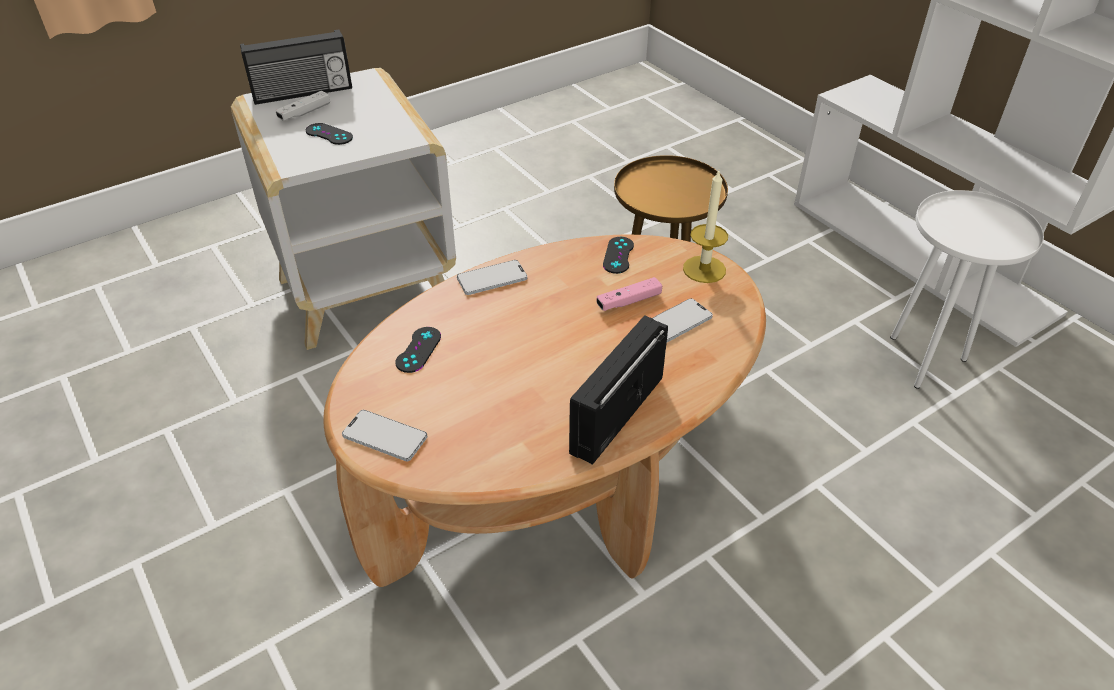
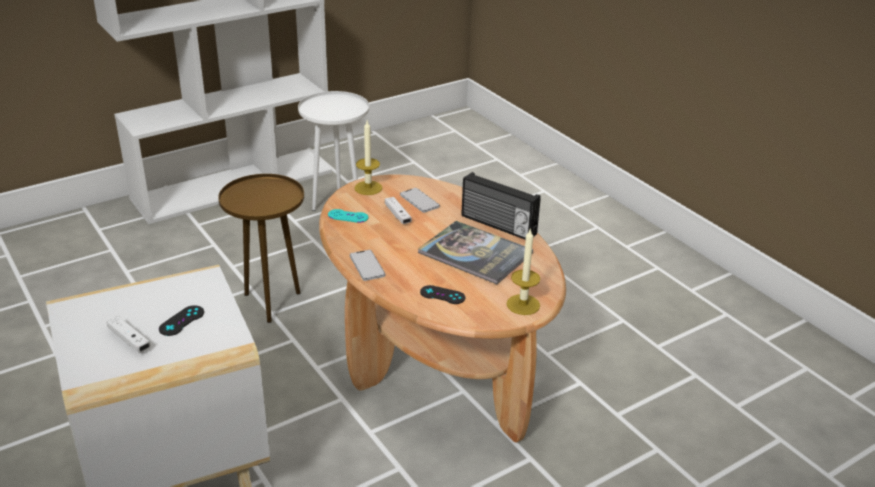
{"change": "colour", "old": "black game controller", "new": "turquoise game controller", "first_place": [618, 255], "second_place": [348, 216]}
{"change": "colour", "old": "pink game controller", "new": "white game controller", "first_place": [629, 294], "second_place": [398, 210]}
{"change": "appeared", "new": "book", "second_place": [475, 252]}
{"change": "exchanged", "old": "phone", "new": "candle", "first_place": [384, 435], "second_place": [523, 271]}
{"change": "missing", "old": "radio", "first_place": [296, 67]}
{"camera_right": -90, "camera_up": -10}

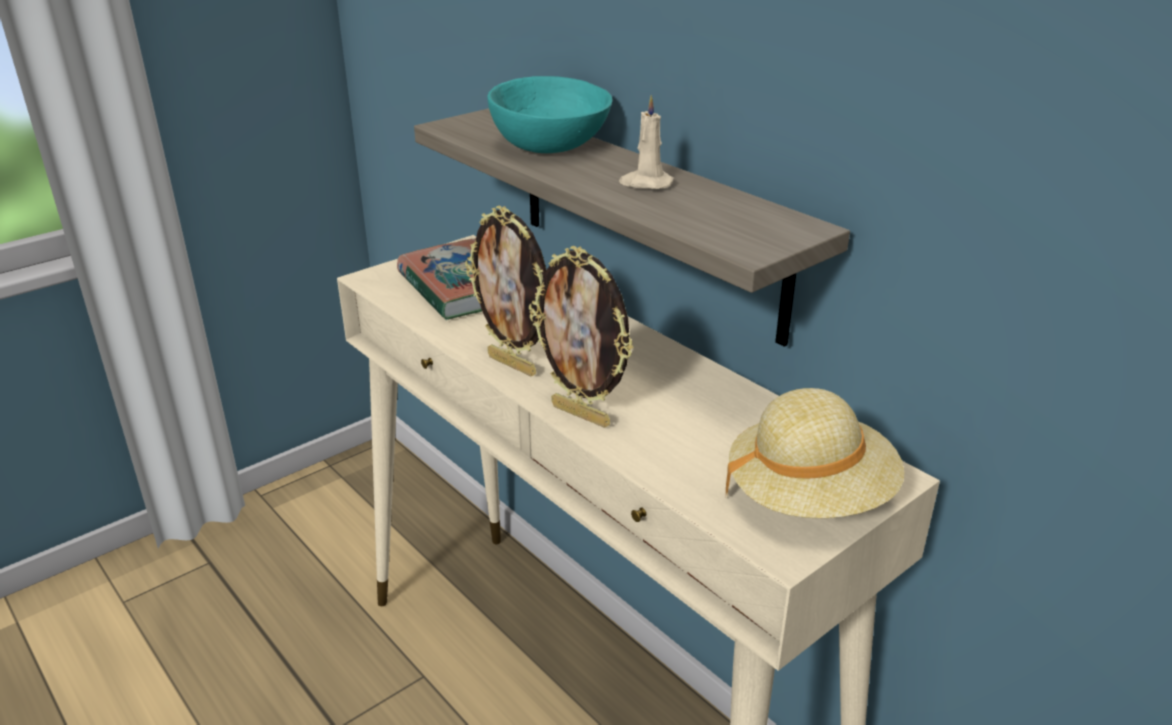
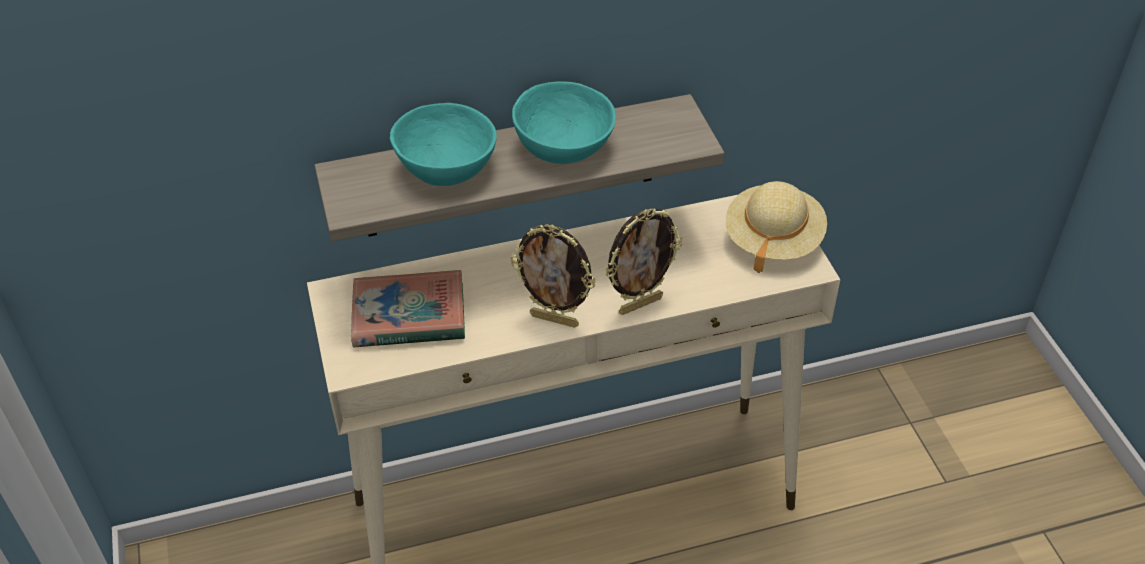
{"change": "spun", "old": "picture frame", "first_place": [505, 291], "second_place": [553, 276], "degrees": 45}
{"change": "exchanged", "old": "beige candle", "new": "turquoise bowl", "first_place": [646, 142], "second_place": [564, 122]}
{"camera_right": -65, "camera_up": 15}

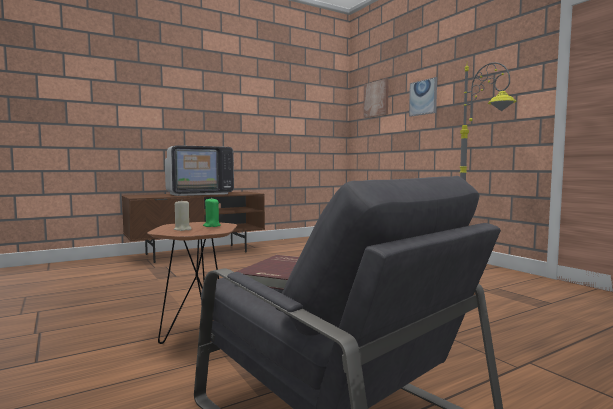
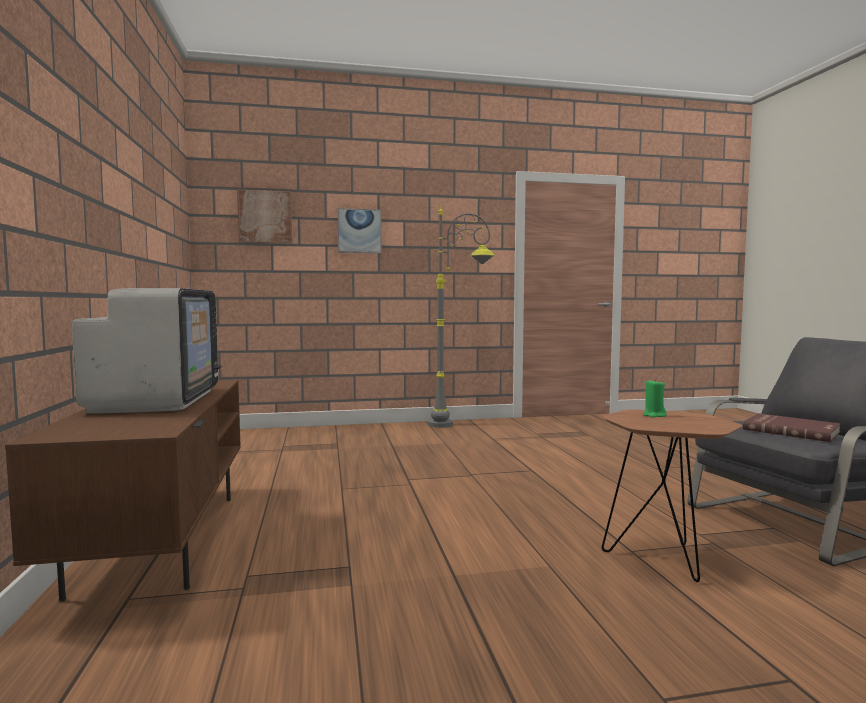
{"change": "missing", "old": "beige candle", "first_place": [183, 216]}
{"camera_right": -70, "camera_up": 0}

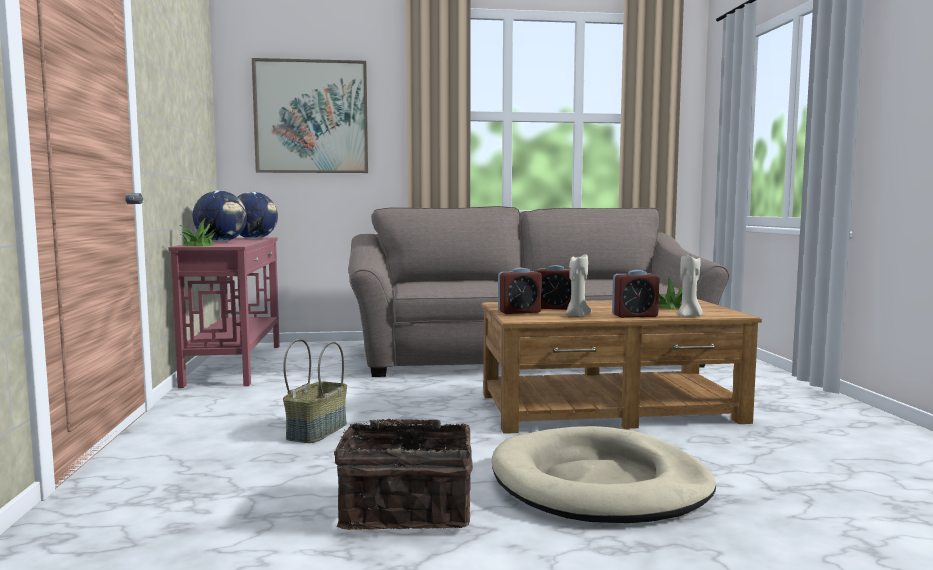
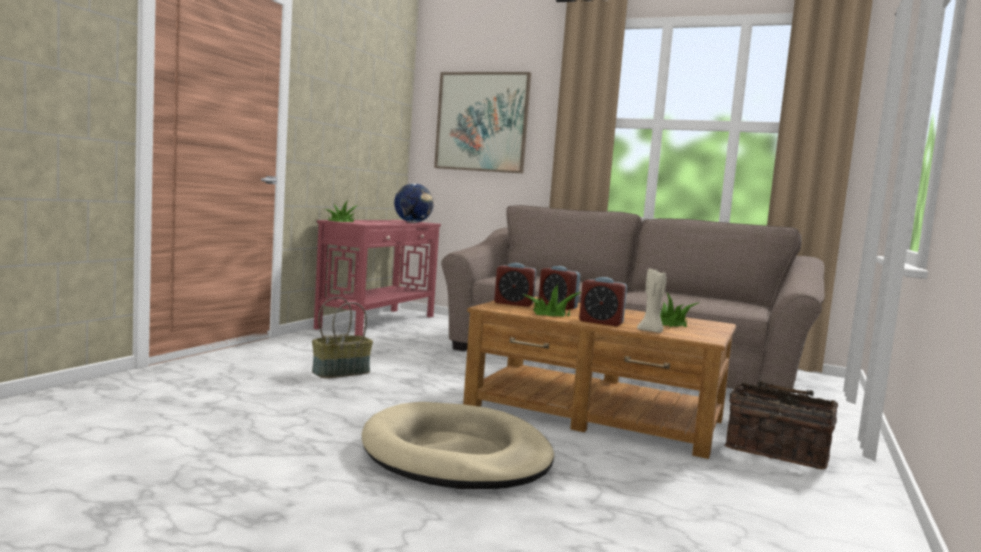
{"change": "exchanged", "old": "beige candle", "new": "potted plant", "first_place": [578, 285], "second_place": [551, 300]}
{"change": "relocated", "old": "basket", "first_place": [403, 474], "second_place": [781, 425]}
{"change": "missing", "old": "globe", "first_place": [220, 216]}
{"camera_right": 30, "camera_up": 0}

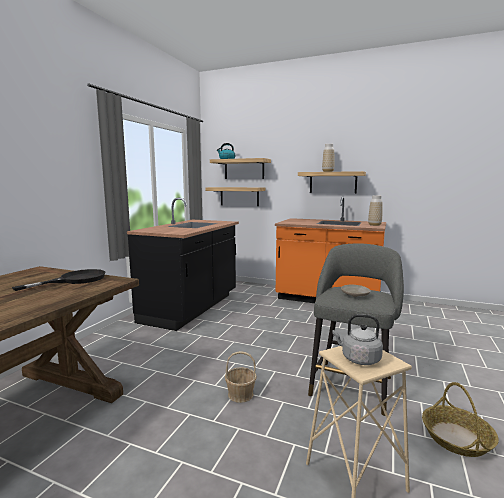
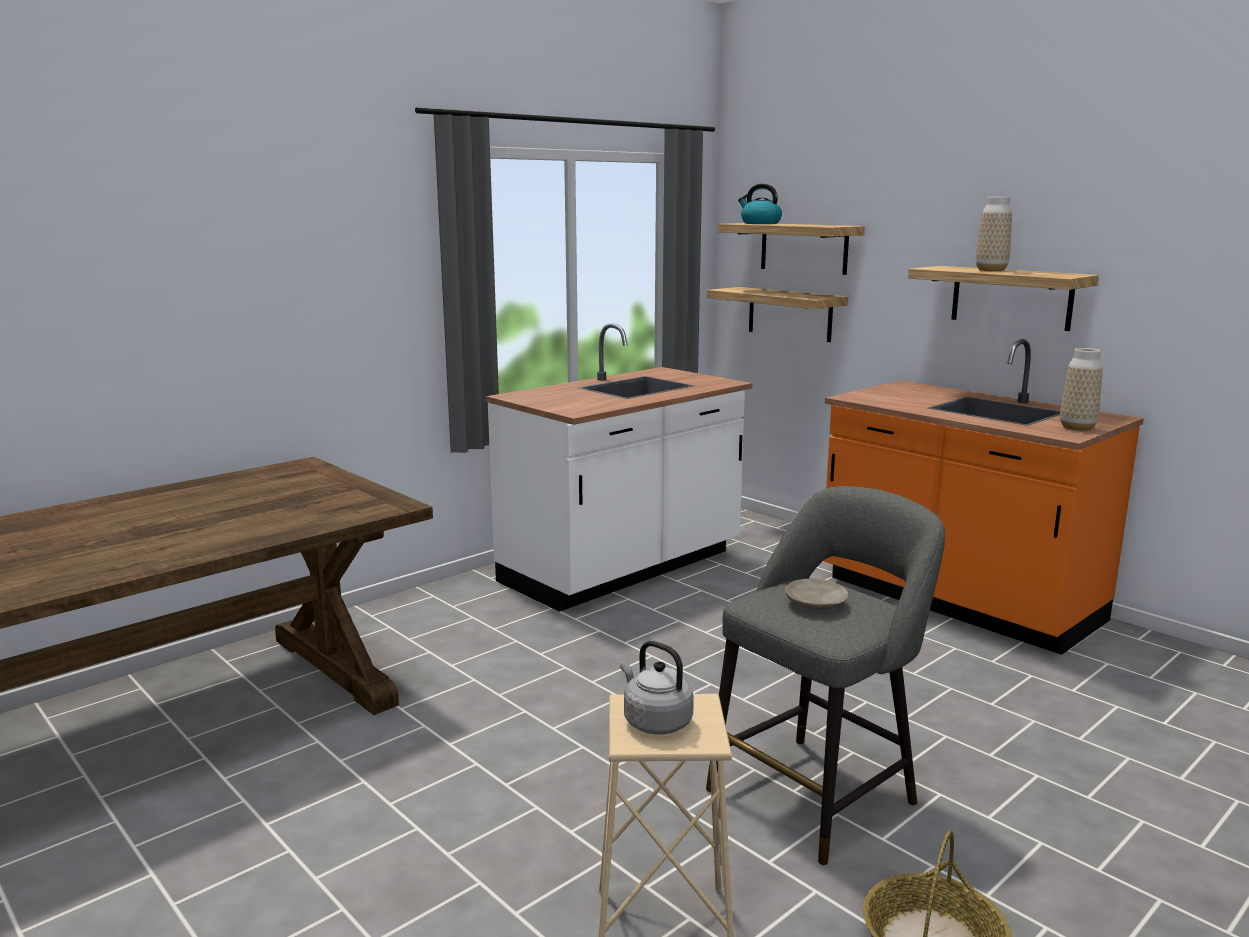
{"change": "colour", "old": "black counter", "new": "white counter", "first_place": [183, 264], "second_place": [619, 467]}
{"change": "missing", "old": "black frying pan", "first_place": [58, 280]}
{"change": "missing", "old": "basket", "first_place": [241, 377]}
{"camera_right": 25, "camera_up": 5}

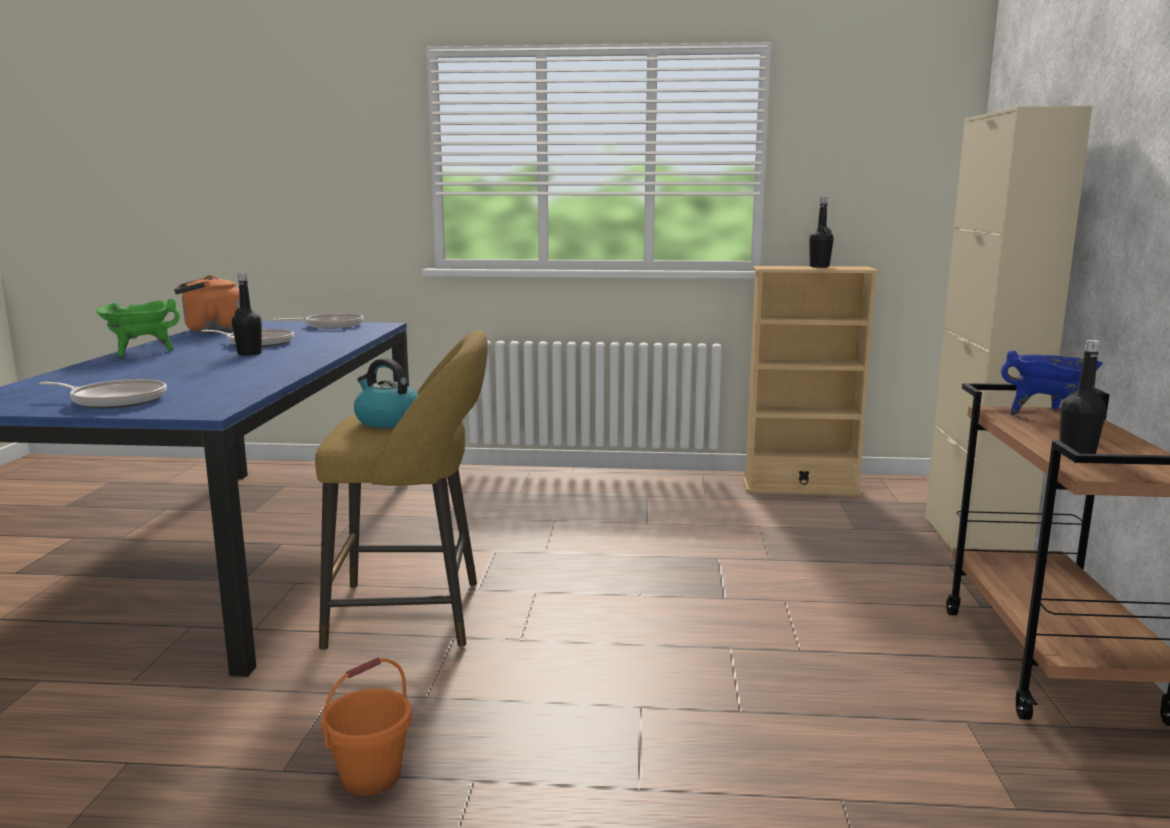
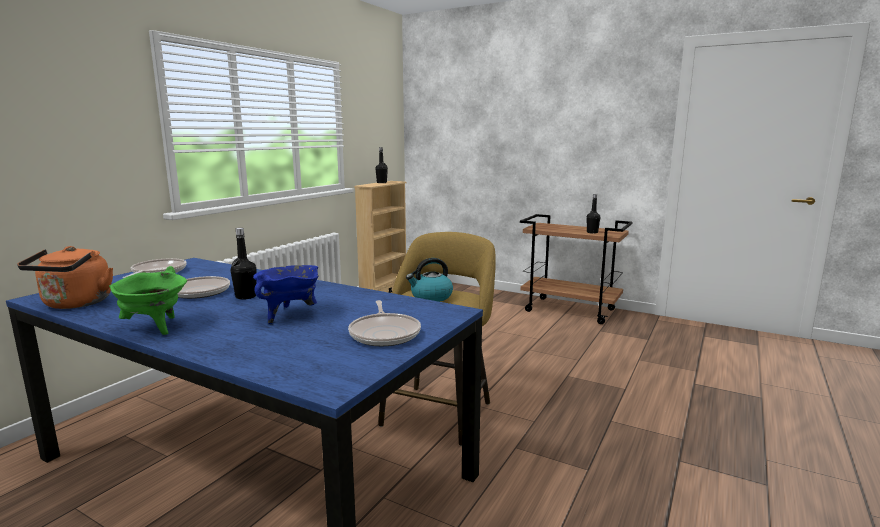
{"change": "relocated", "old": "blue cooking pot", "first_place": [1052, 382], "second_place": [286, 294]}
{"change": "spun", "old": "frying pan", "first_place": [103, 394], "second_place": [384, 323], "degrees": 135}
{"change": "missing", "old": "orange bucket", "first_place": [366, 727]}
{"change": "missing", "old": "beige cabinet", "first_place": [1008, 328]}
{"camera_right": -65, "camera_up": 0}

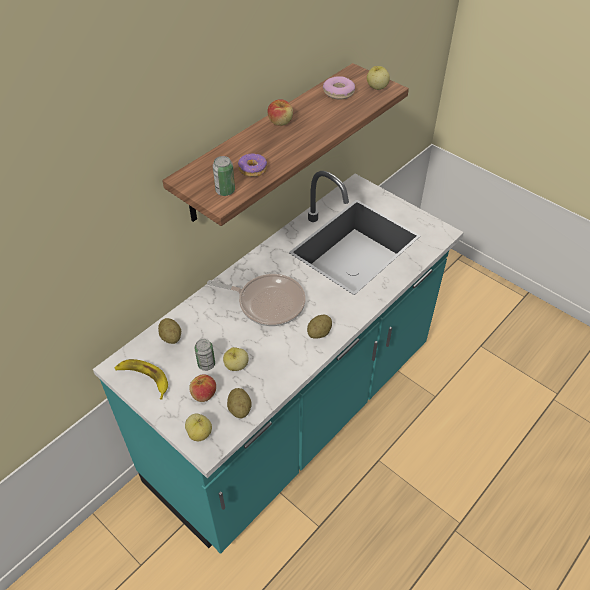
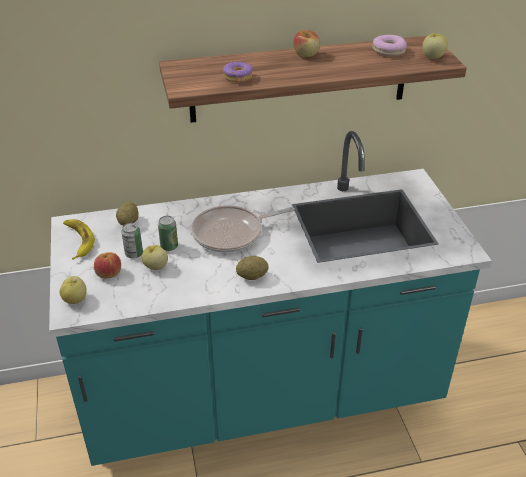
{"change": "relocated", "old": "can", "first_place": [224, 176], "second_place": [168, 233]}
{"change": "spun", "old": "frying pan", "first_place": [256, 300], "second_place": [243, 229], "degrees": 105}
{"change": "missing", "old": "potato", "first_place": [239, 403]}
{"camera_right": 35, "camera_up": -10}

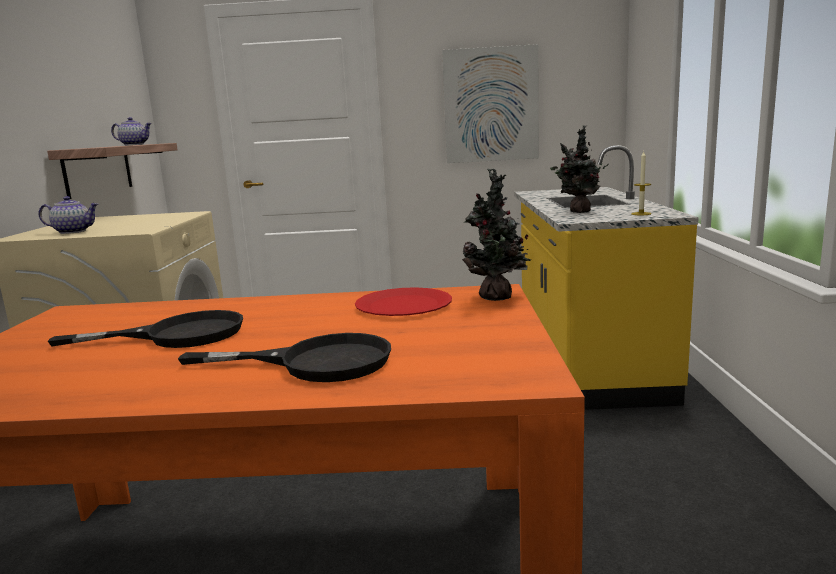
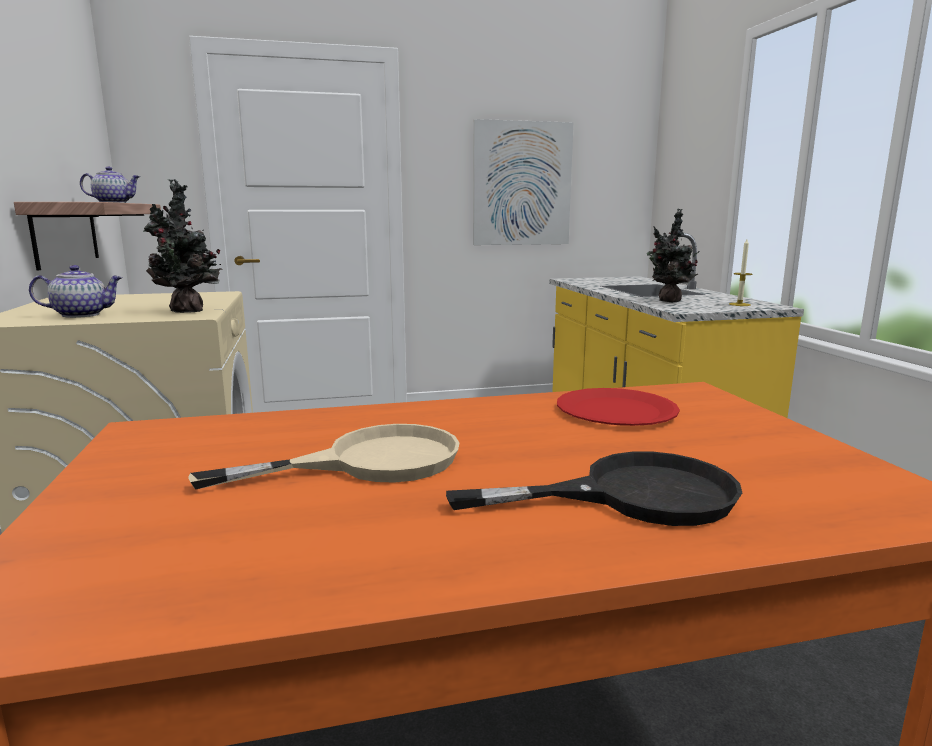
{"change": "relocated", "old": "potted plant", "first_place": [496, 234], "second_place": [182, 246]}
{"change": "colour", "old": "black frying pan", "new": "beige frying pan", "first_place": [145, 329], "second_place": [324, 457]}
{"camera_right": -15, "camera_up": 0}

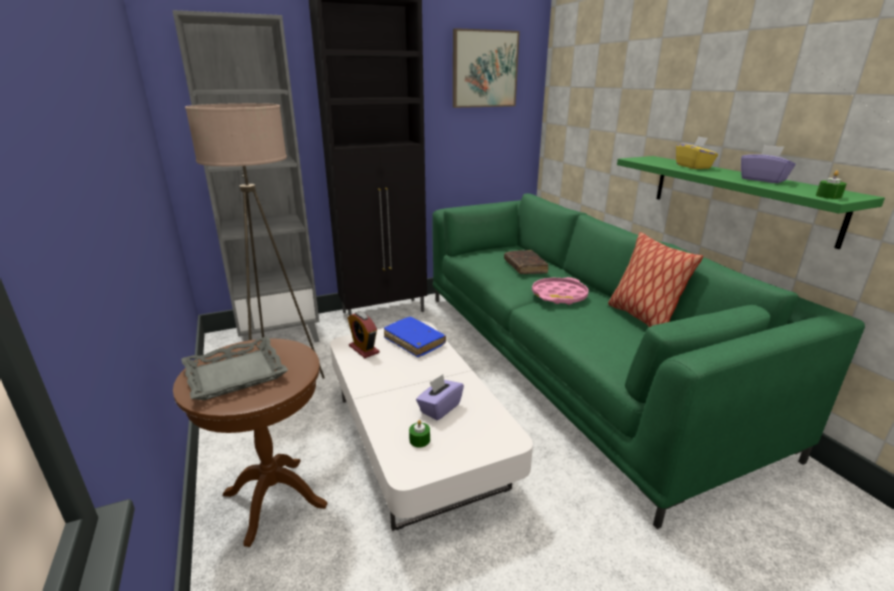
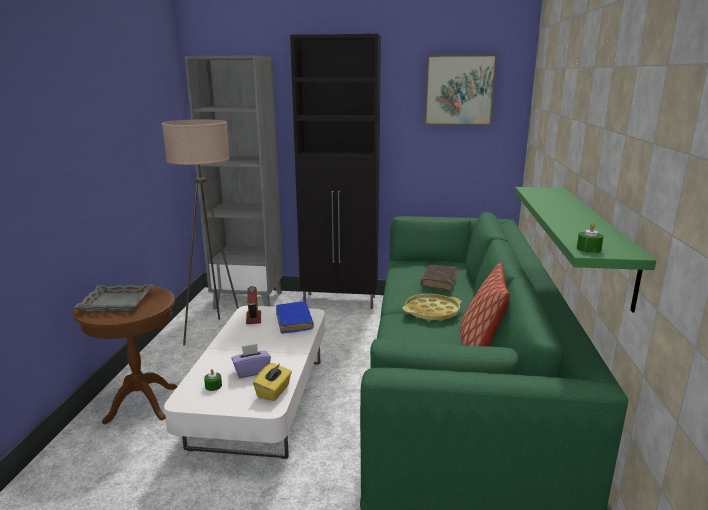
{"change": "relocated", "old": "yellow tissue box", "first_place": [697, 152], "second_place": [272, 381]}
{"change": "colour", "old": "pink tray", "new": "yellow tray", "first_place": [560, 291], "second_place": [432, 307]}
{"change": "missing", "old": "purple tissue box", "first_place": [768, 164]}
{"camera_right": 30, "camera_up": -5}

